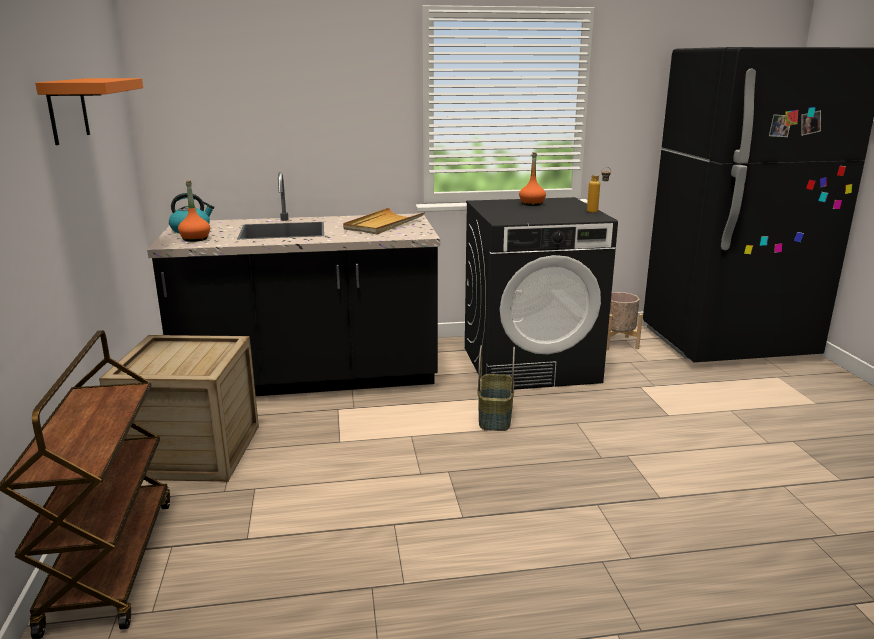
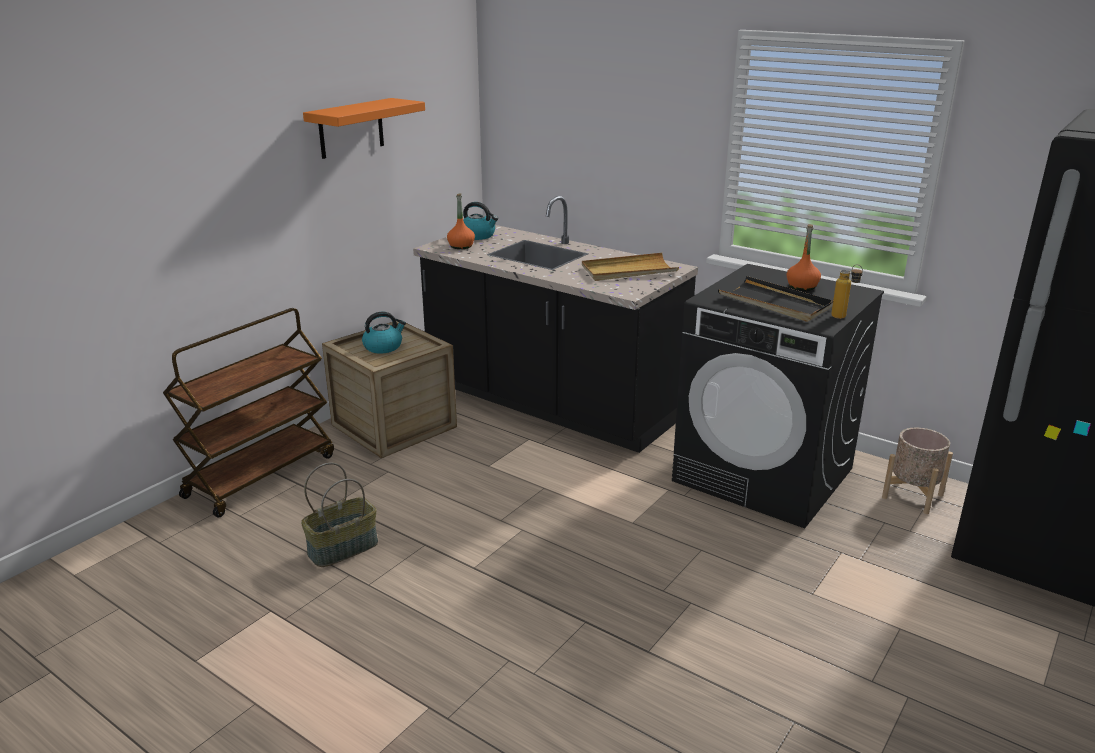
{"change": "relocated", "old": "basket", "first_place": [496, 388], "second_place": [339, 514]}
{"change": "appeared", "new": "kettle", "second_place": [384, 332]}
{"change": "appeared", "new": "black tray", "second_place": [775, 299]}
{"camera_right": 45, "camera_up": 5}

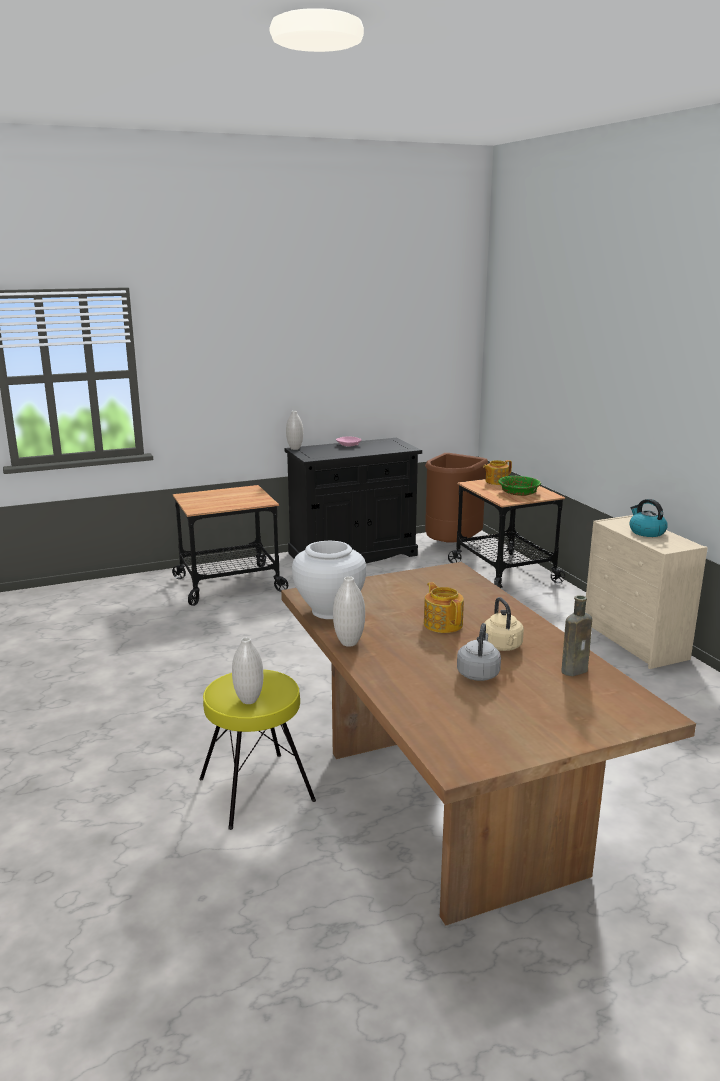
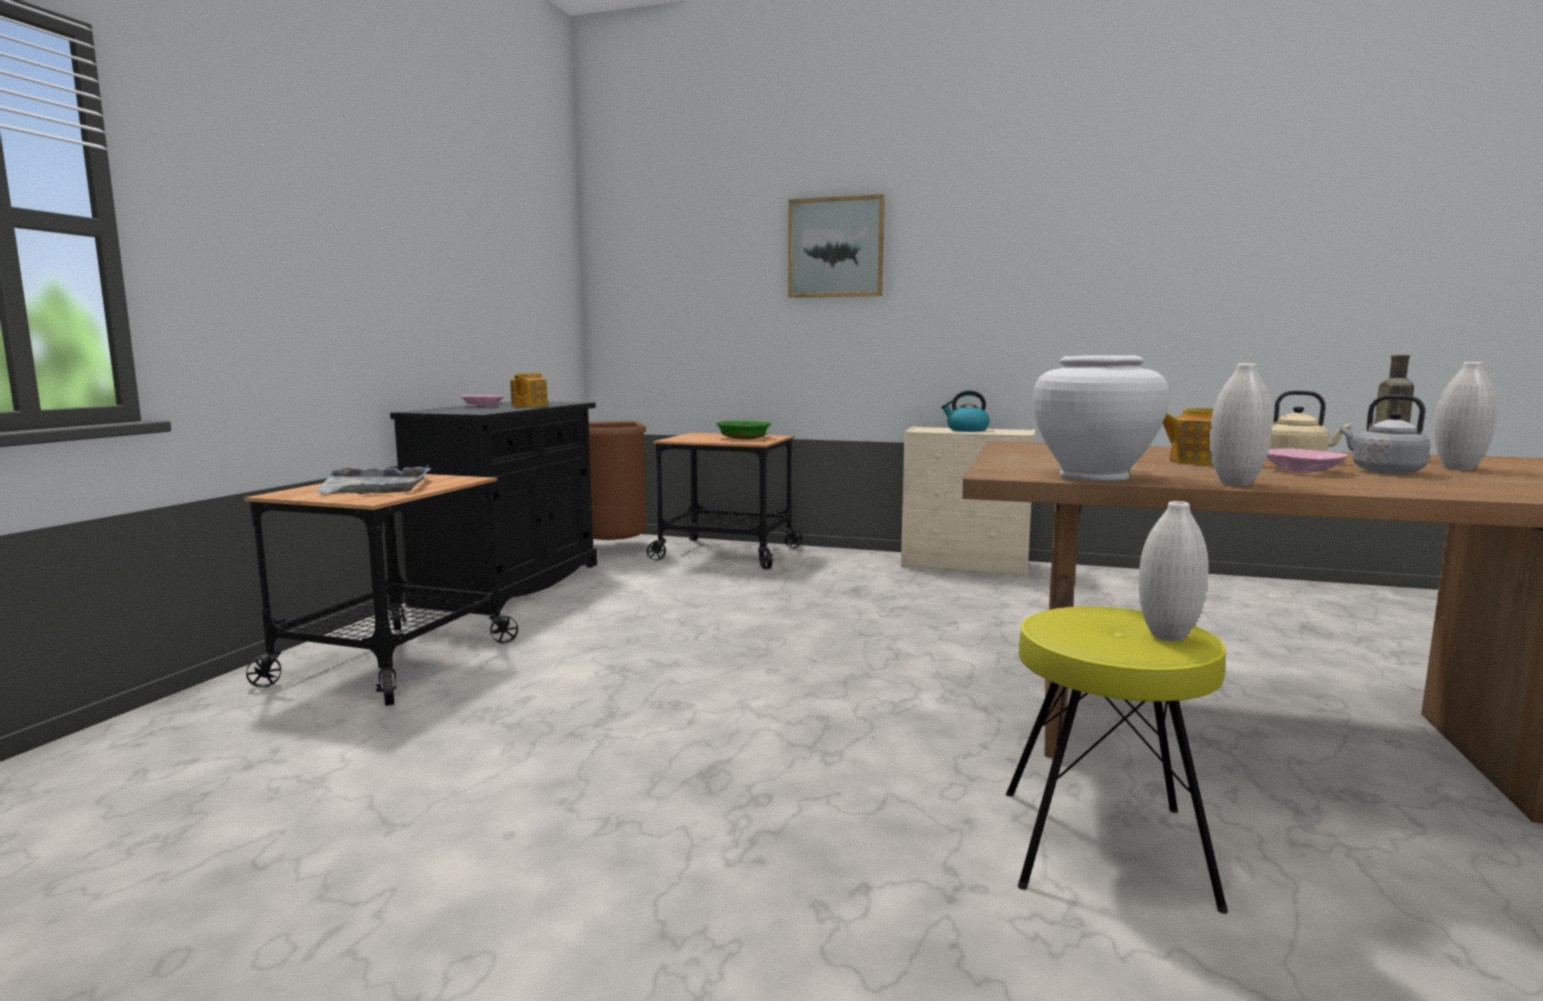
{"change": "appeared", "new": "grey tray", "second_place": [373, 479]}
{"change": "relocated", "old": "teapot", "first_place": [497, 472], "second_place": [529, 390]}
{"change": "appeared", "new": "picture", "second_place": [836, 246]}
{"change": "appeared", "new": "pink bowl", "second_place": [1307, 460]}
{"change": "relocated", "old": "white vase", "first_place": [294, 430], "second_place": [1465, 416]}
{"camera_right": -50, "camera_up": -10}

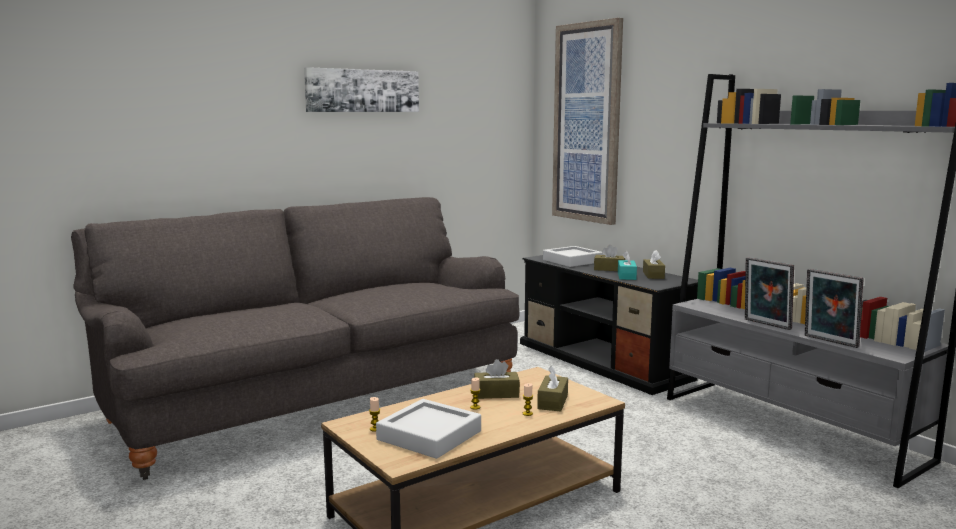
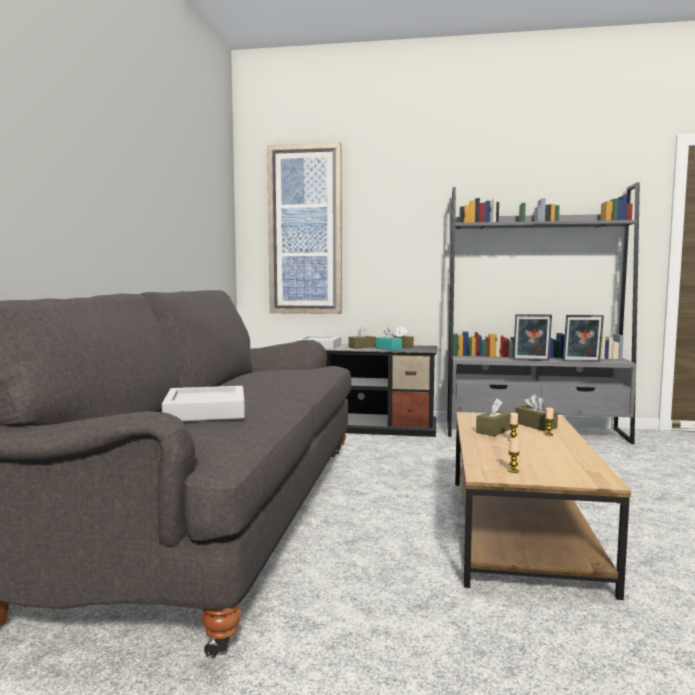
{"change": "relocated", "old": "grey tray", "first_place": [428, 429], "second_place": [203, 403]}
{"change": "missing", "old": "picture", "first_place": [361, 89]}
{"camera_right": -45, "camera_up": -5}

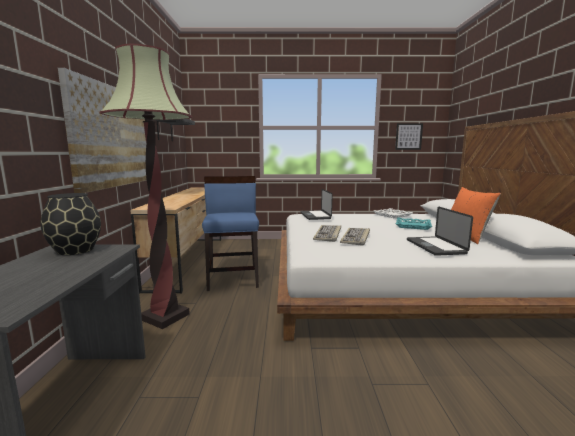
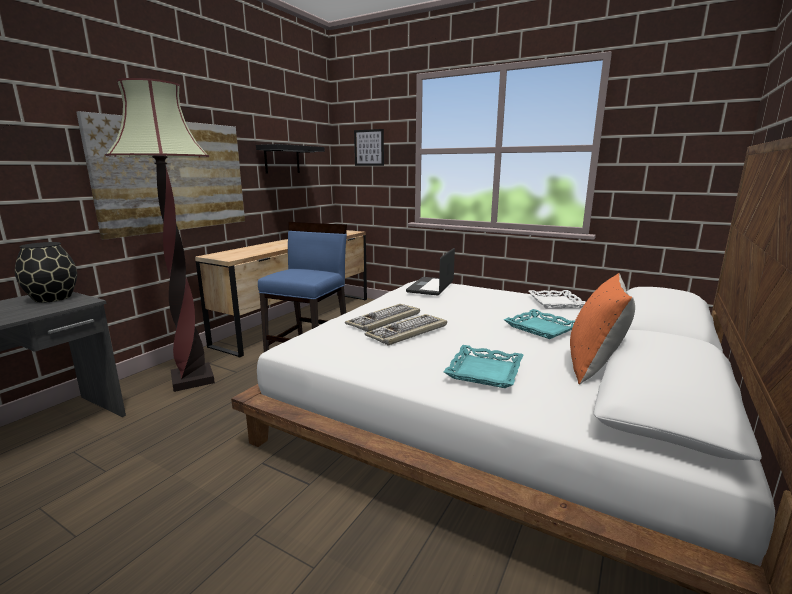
{"change": "relocated", "old": "picture", "first_place": [409, 136], "second_place": [369, 147]}
{"change": "exchanged", "old": "laptop", "new": "turquoise tray", "first_place": [440, 231], "second_place": [483, 366]}
{"camera_right": 30, "camera_up": 5}

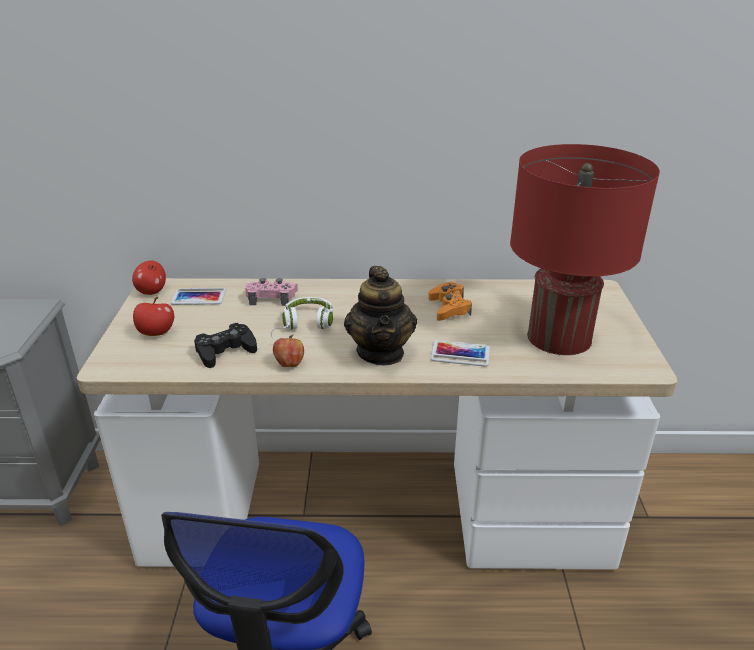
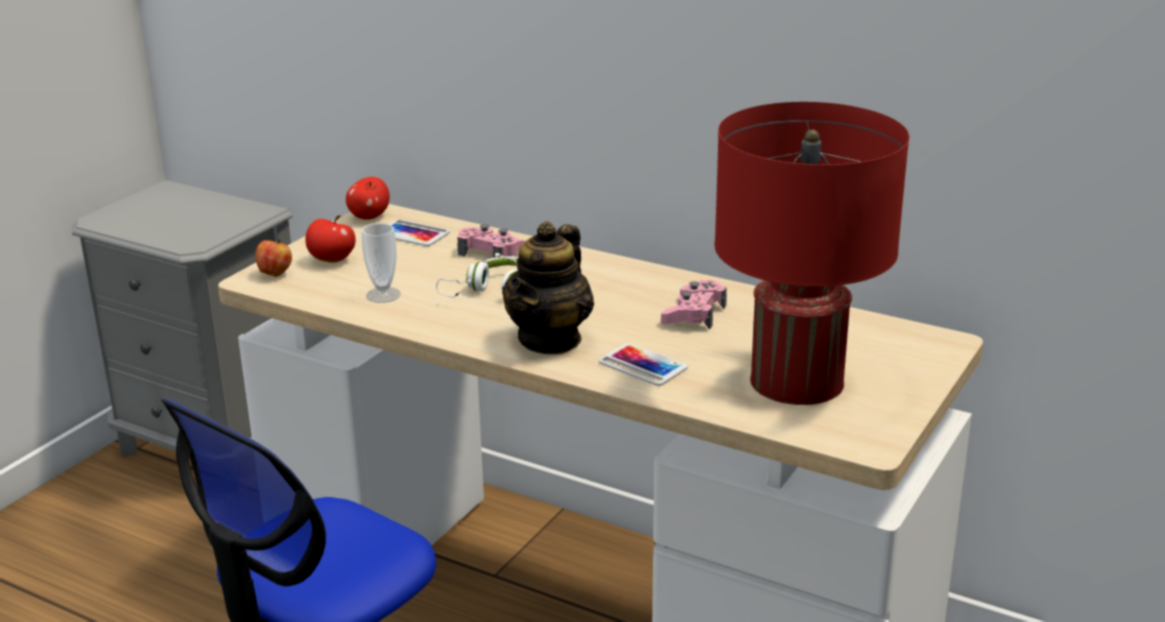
{"change": "relocated", "old": "apple", "first_place": [288, 351], "second_place": [273, 258]}
{"change": "exchanged", "old": "black game controller", "new": "cup", "first_place": [225, 345], "second_place": [381, 263]}
{"change": "colour", "old": "orange game controller", "new": "pink game controller", "first_place": [450, 301], "second_place": [694, 305]}
{"camera_right": 30, "camera_up": -5}

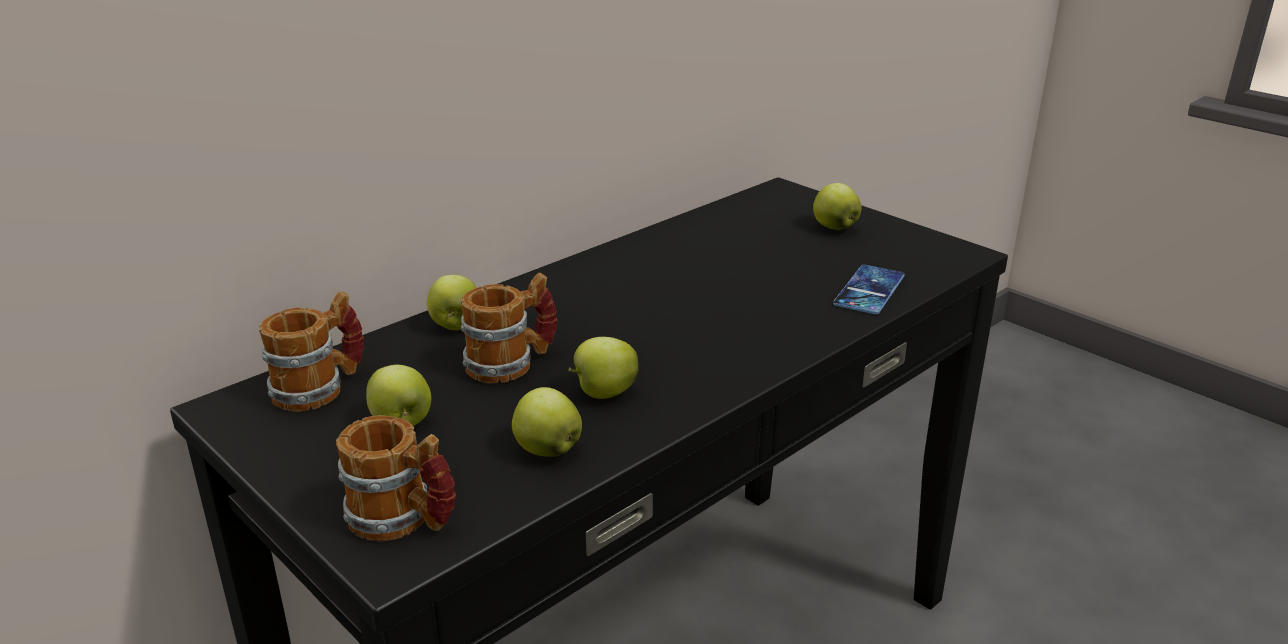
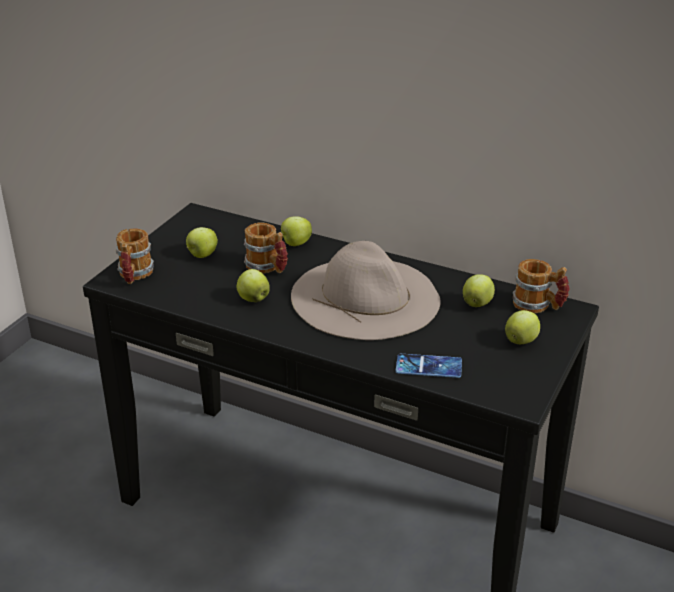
{"change": "appeared", "new": "beige hat", "second_place": [366, 290]}
{"change": "relocated", "old": "apple", "first_place": [547, 422], "second_place": [479, 290]}
{"change": "relocated", "old": "mug", "first_place": [311, 351], "second_place": [541, 286]}
{"camera_right": 70, "camera_up": 5}

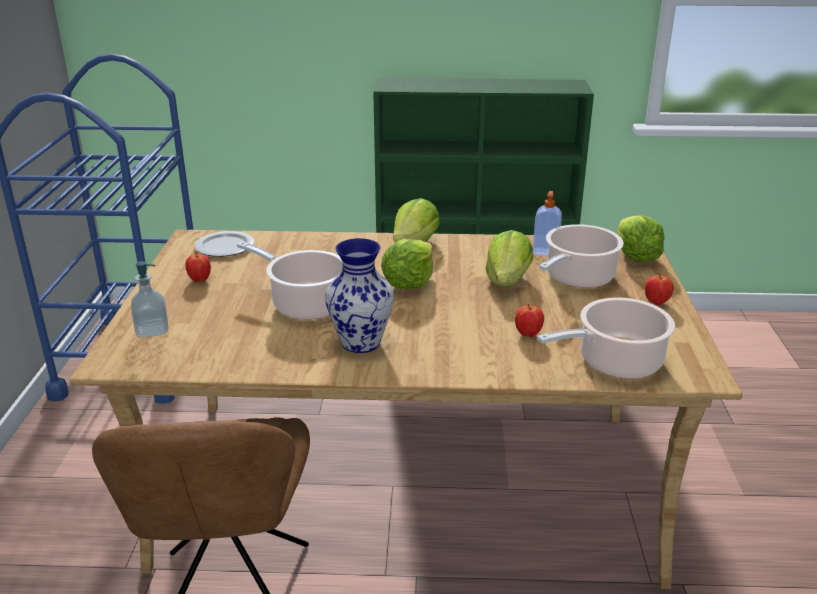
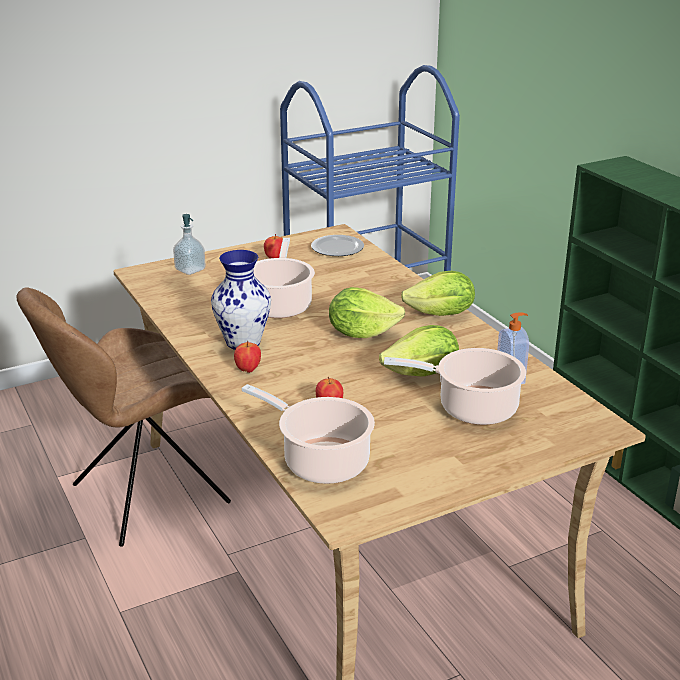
{"change": "relocated", "old": "apple", "first_place": [659, 289], "second_place": [247, 357]}
{"change": "missing", "old": "lettuce", "first_place": [641, 238]}
{"camera_right": 60, "camera_up": 0}

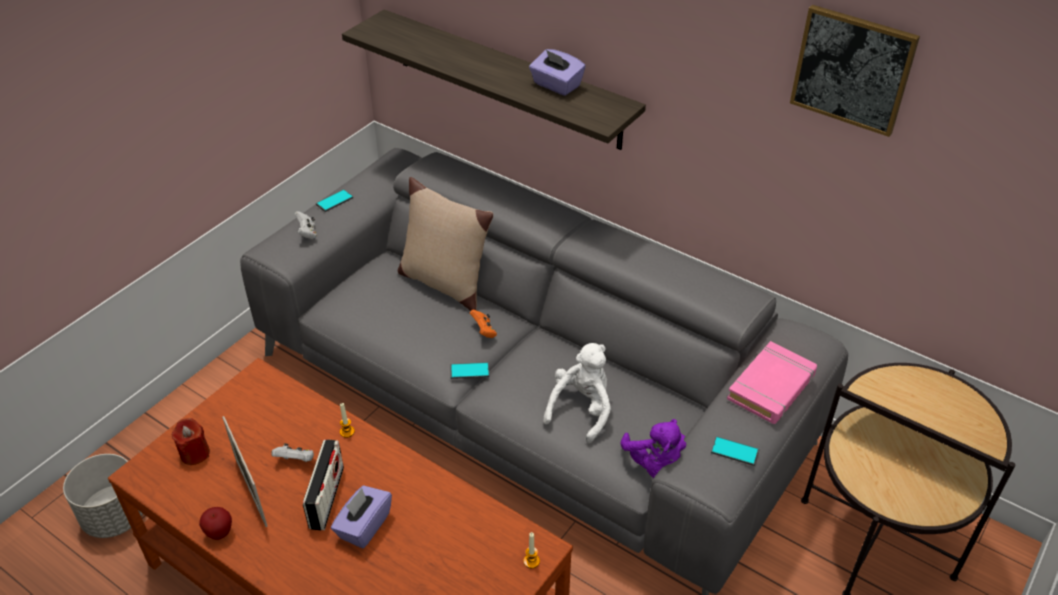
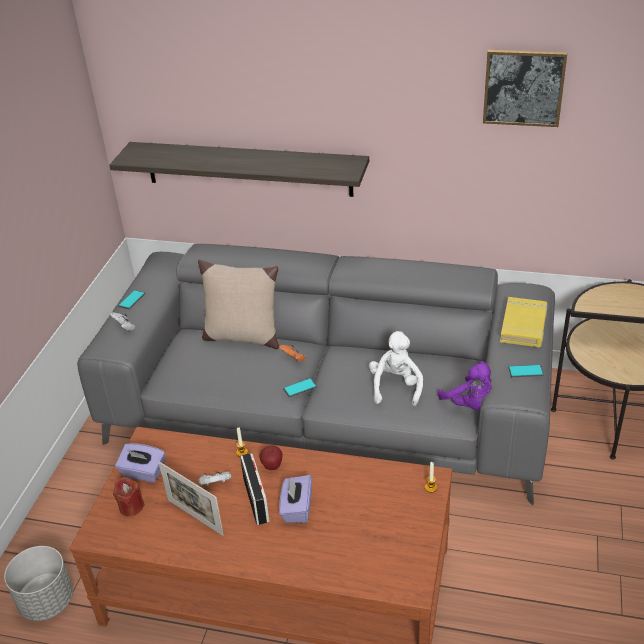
{"change": "relocated", "old": "purple tissue box", "first_place": [557, 72], "second_place": [140, 463]}
{"change": "relocated", "old": "apple", "first_place": [215, 523], "second_place": [270, 458]}
{"change": "colour", "old": "pink book", "new": "yellow book", "first_place": [772, 382], "second_place": [524, 322]}
{"camera_right": -20, "camera_up": -5}

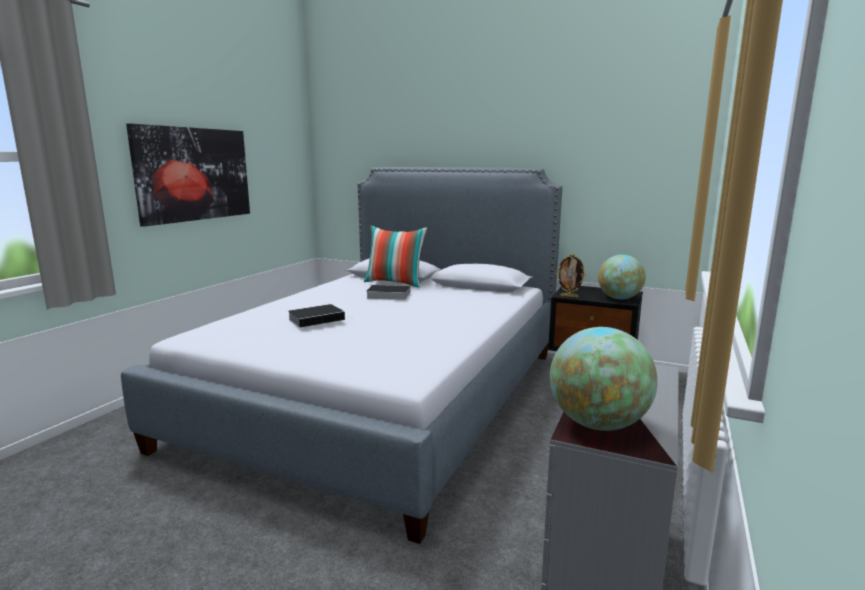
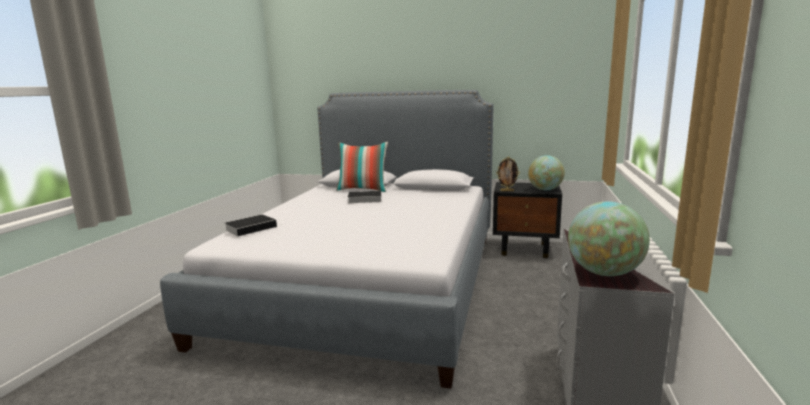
{"change": "relocated", "old": "book", "first_place": [320, 316], "second_place": [254, 225]}
{"change": "missing", "old": "picture", "first_place": [188, 175]}
{"camera_right": -10, "camera_up": 0}

